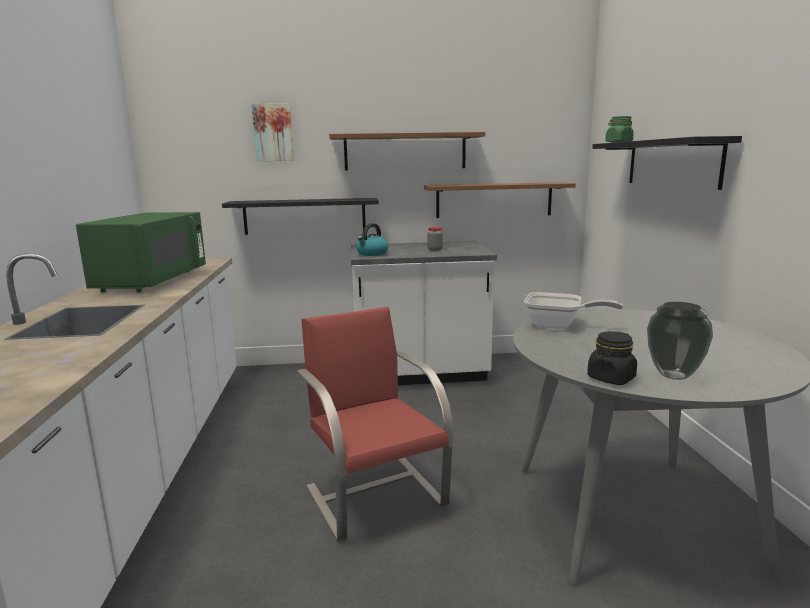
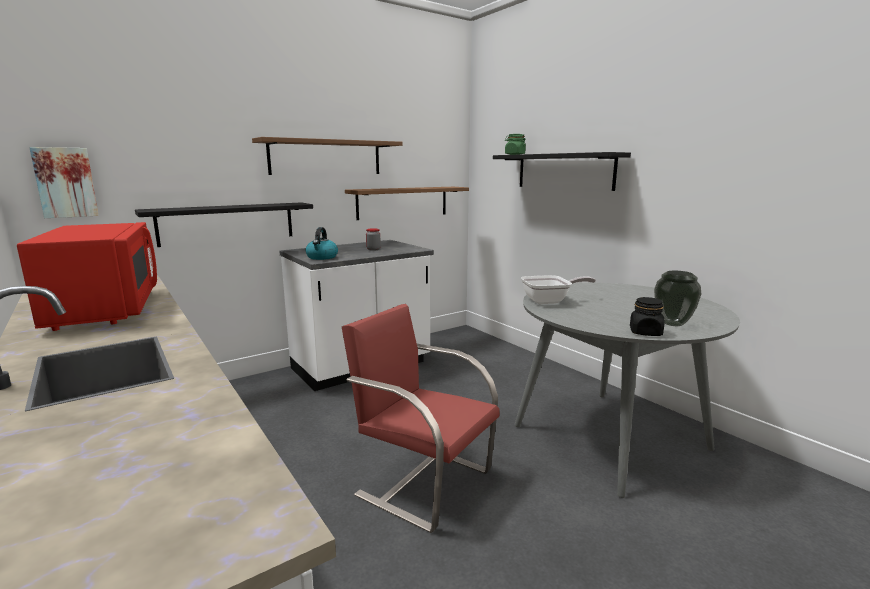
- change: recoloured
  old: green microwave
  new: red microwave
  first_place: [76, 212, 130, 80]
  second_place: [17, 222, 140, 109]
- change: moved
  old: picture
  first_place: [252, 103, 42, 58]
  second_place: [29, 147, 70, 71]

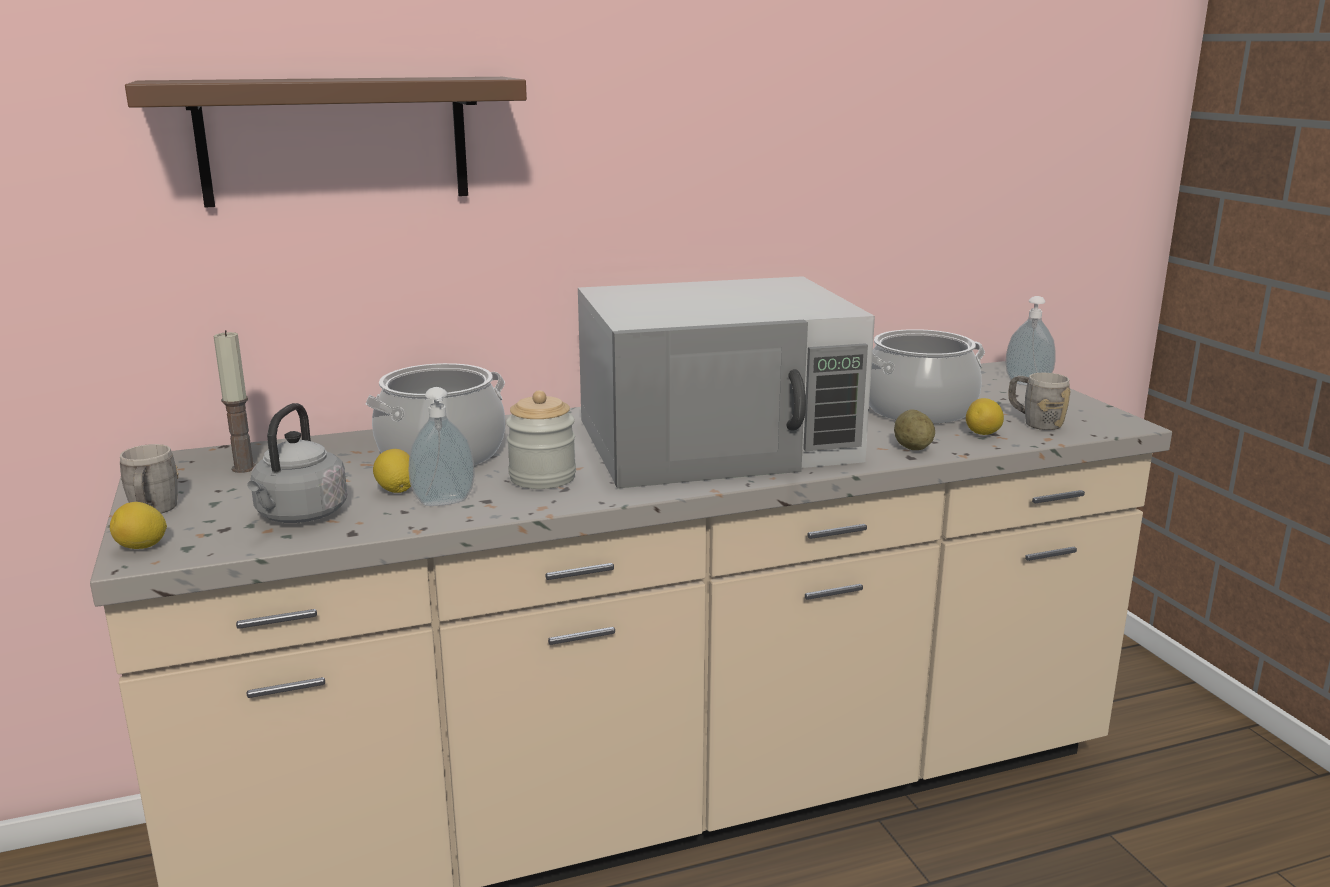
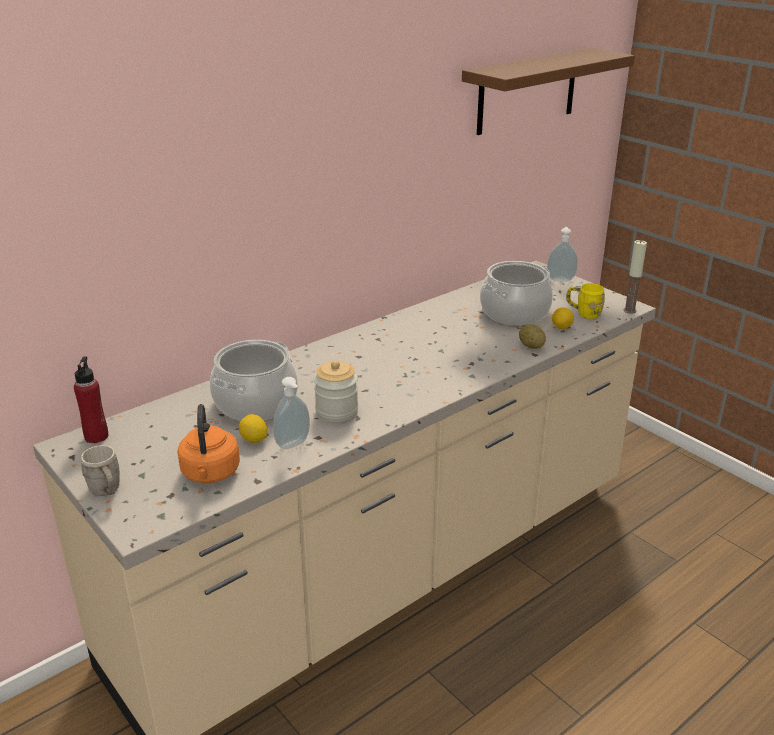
- change: added
  new: red bottle
  second_place: [74, 357, 34, 86]
- change: recoloured
  old: grey kettle
  new: orange kettle
  first_place: [247, 403, 100, 120]
  second_place: [177, 404, 63, 79]
- change: moved
  old: brown shelf
  first_place: [125, 77, 402, 131]
  second_place: [462, 48, 173, 87]
- change: recoloured
  old: grey mug
  new: yellow mug
  first_place: [1008, 373, 63, 57]
  second_place: [566, 283, 39, 36]
- change: moved
  old: candle
  first_place: [213, 330, 43, 143]
  second_place: [623, 240, 24, 74]
- change: removed
  old: lemon
  first_place: [110, 502, 57, 47]
- change: removed
  old: white microwave
  first_place: [578, 276, 297, 213]

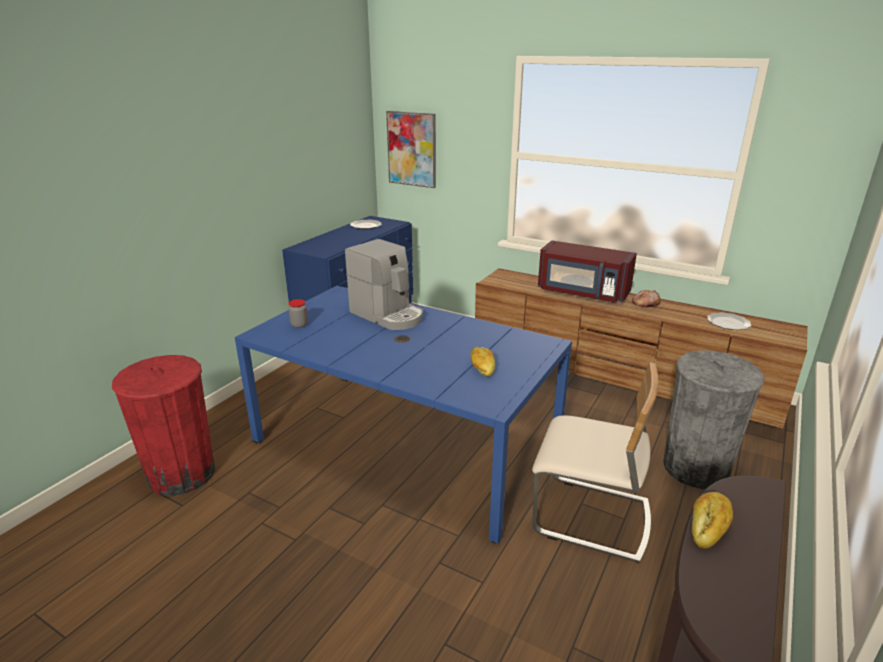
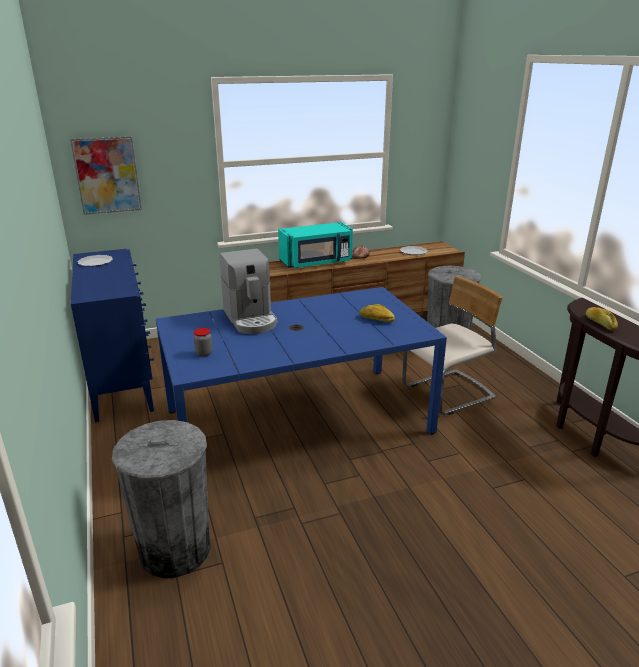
- change: recoloured
  old: red trash can
  new: grey trash can
  first_place: [112, 355, 103, 141]
  second_place: [112, 420, 99, 158]
- change: turned
  old: coffee machine
  first_place: [345, 239, 78, 91]
  second_place: [219, 249, 58, 85]
  degrees: 75
- change: recoloured
  old: red microwave
  new: turquoise microwave
  first_place: [538, 240, 99, 63]
  second_place: [278, 222, 75, 46]

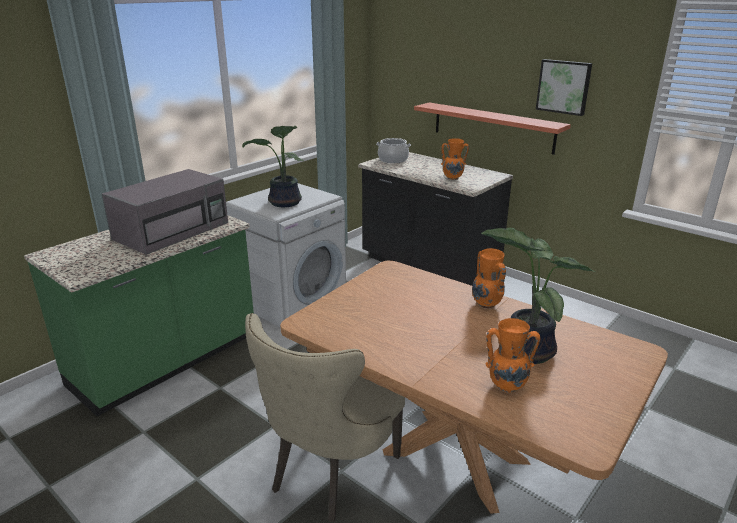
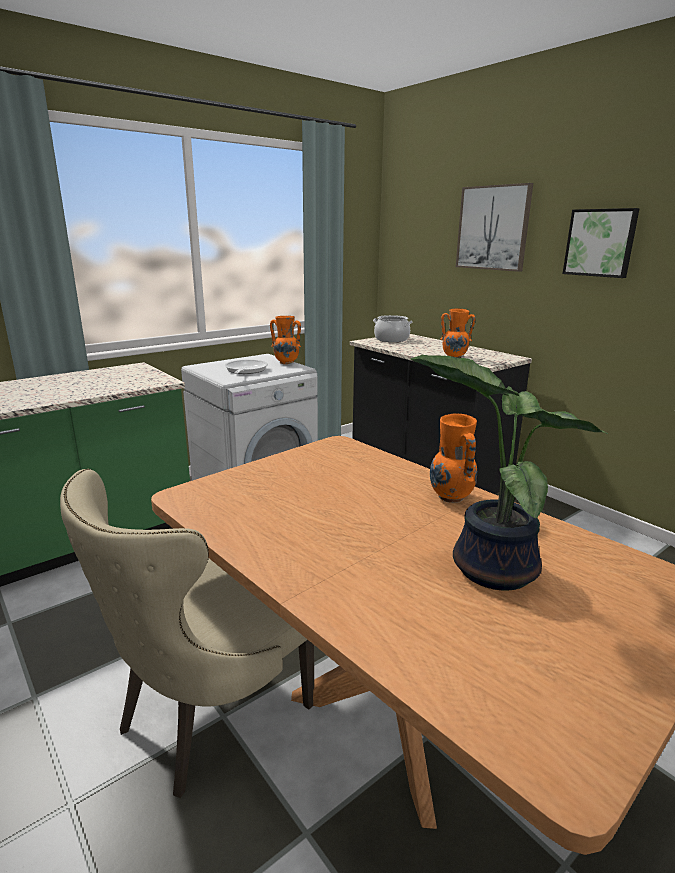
- change: replaced
  old: potted plant
  new: frying pan
  first_place: [242, 126, 63, 81]
  second_place: [225, 360, 43, 14]
- change: moved
  old: orange vase
  first_place: [486, 318, 54, 75]
  second_place: [270, 316, 31, 48]
- change: added
  new: picture
  second_place: [456, 183, 77, 89]
- change: removed
  old: grey microwave
  first_place: [102, 169, 126, 86]
- change: removed
  old: shelf
  first_place: [414, 103, 157, 52]

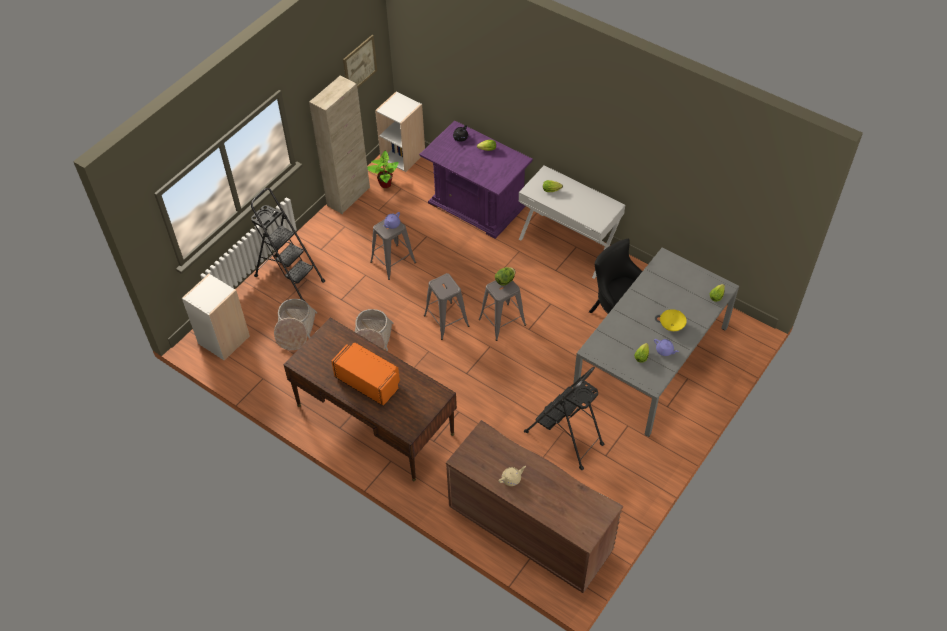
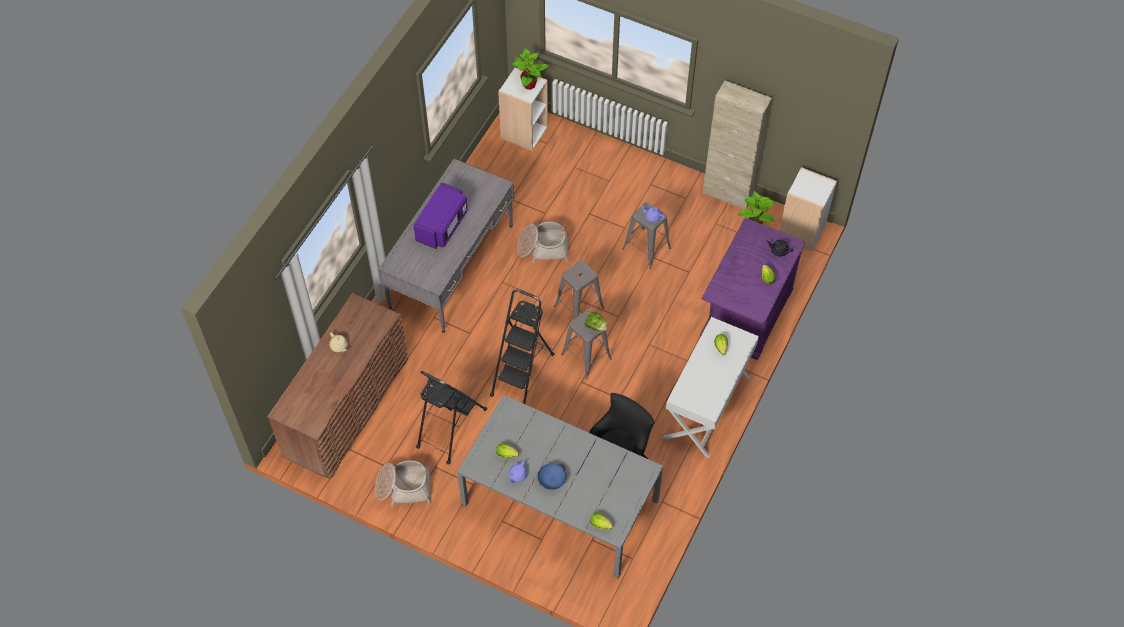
- change: moved
  old: basket
  first_place: [274, 299, 43, 51]
  second_place: [375, 460, 56, 46]
- change: recoloured
  old: brown desk
  new: grey desk
  first_place: [284, 317, 173, 164]
  second_place: [378, 159, 136, 174]
- change: recoloured
  old: orange microwave
  new: purple microwave
  first_place: [331, 343, 69, 63]
  second_place: [413, 182, 55, 67]
- change: moved
  old: step ladder
  first_place: [251, 188, 74, 113]
  second_place: [490, 290, 65, 114]
- change: added
  new: potted plant
  second_place: [512, 48, 38, 42]
- change: recoloured
  old: yellow bowl
  new: blue bowl
  first_place: [660, 309, 27, 22]
  second_place: [538, 463, 29, 27]
- change: removed
  old: picture
  first_place: [343, 35, 34, 53]

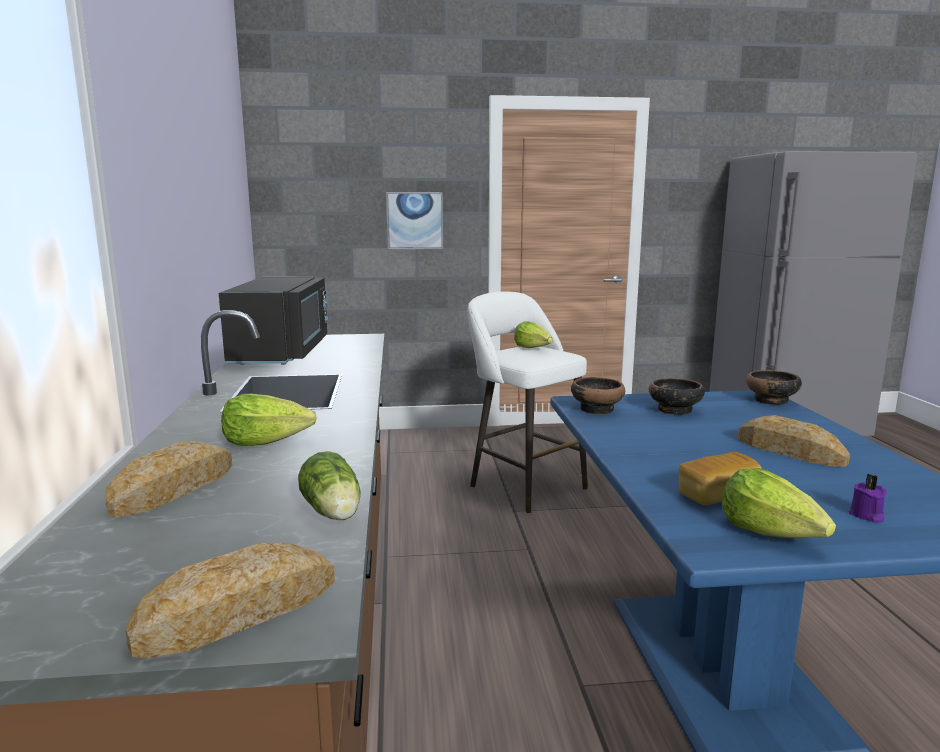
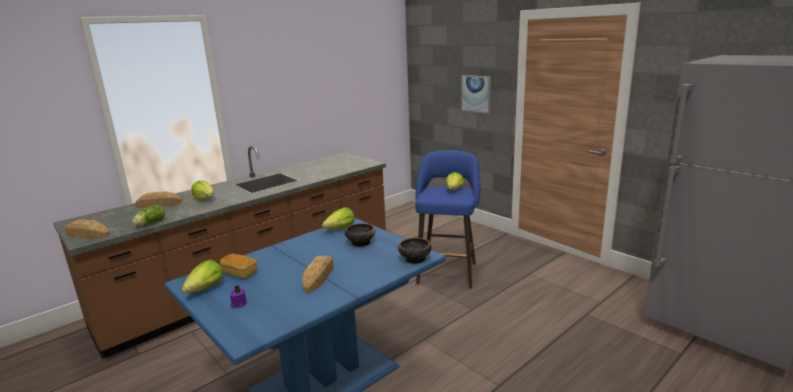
- change: replaced
  old: bowl
  new: lettuce
  first_place: [571, 377, 54, 38]
  second_place: [322, 207, 33, 22]
- change: recoloured
  old: white stool
  new: blue stool
  first_place: [468, 291, 120, 222]
  second_place: [415, 150, 65, 138]
- change: removed
  old: black microwave
  first_place: [219, 276, 109, 89]

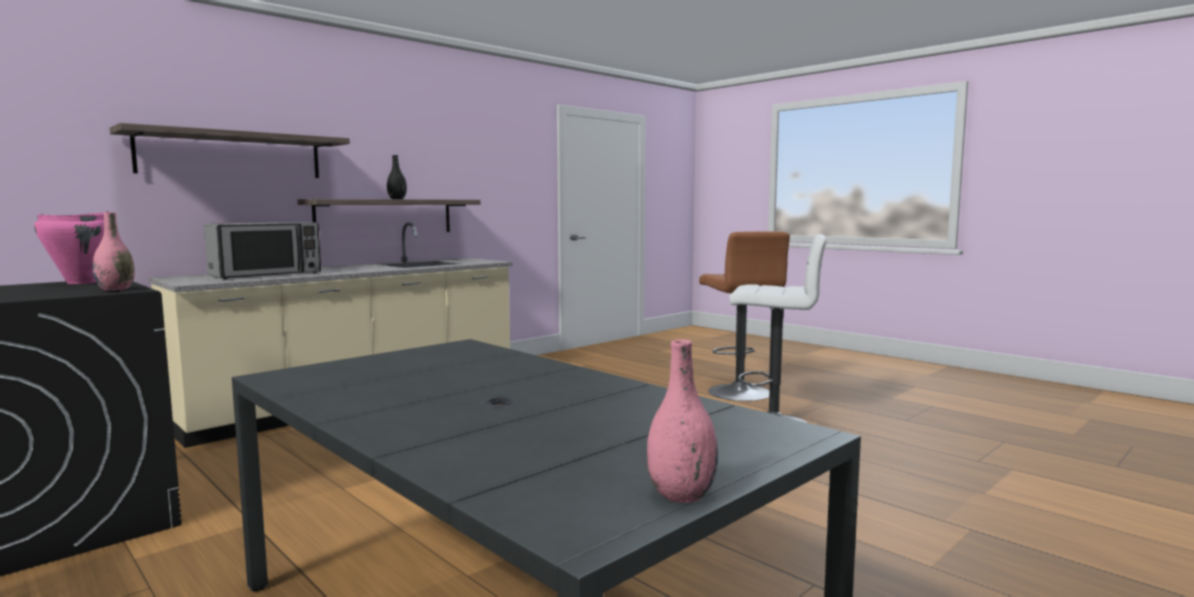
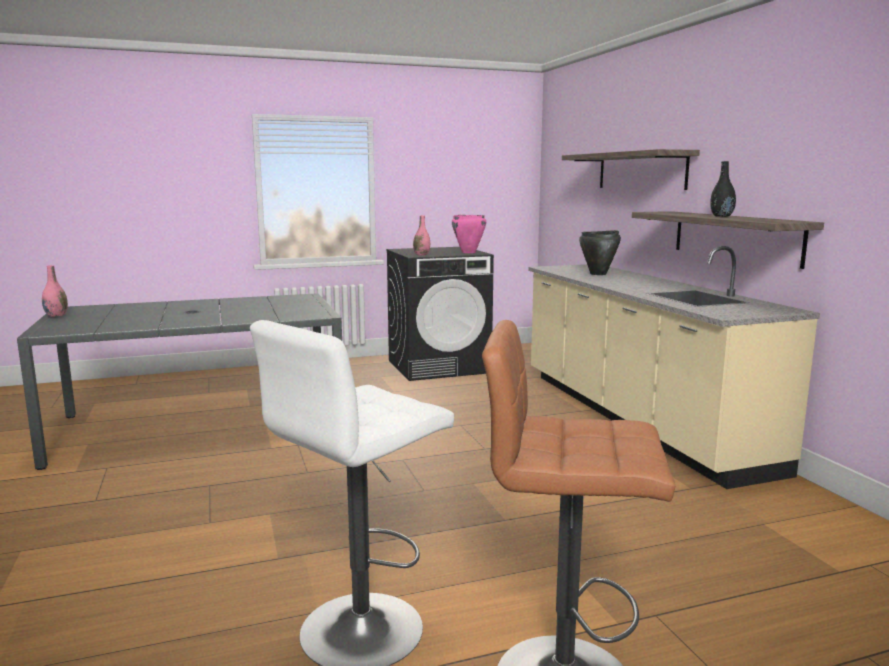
- change: replaced
  old: microwave
  new: black cooking pot
  first_place: [204, 222, 117, 57]
  second_place: [579, 230, 42, 45]

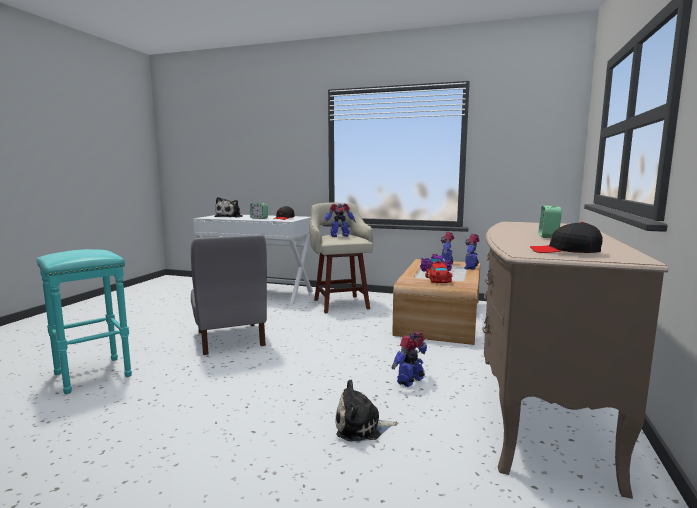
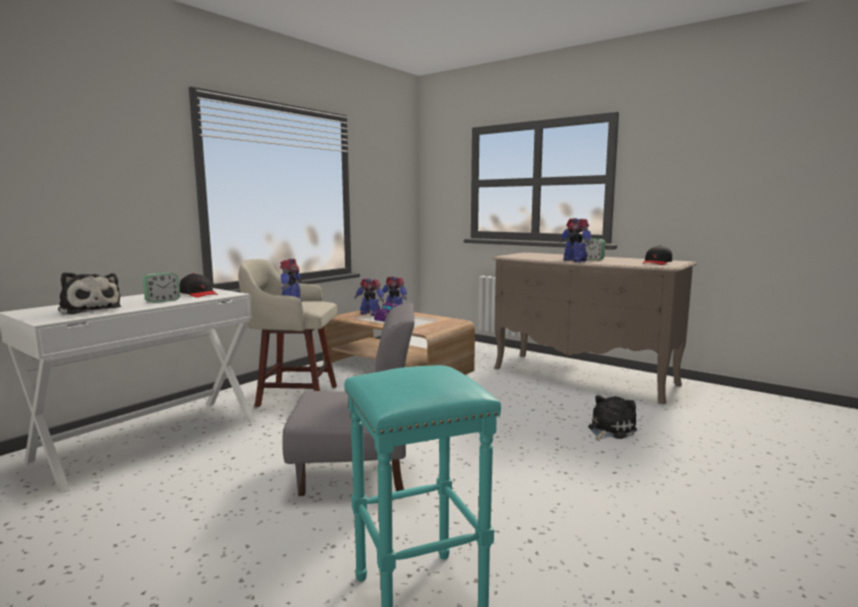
- change: moved
  old: toy robot
  first_place: [392, 331, 35, 56]
  second_place: [559, 218, 32, 44]
- change: turned
  old: plush toy
  first_place: [336, 380, 62, 61]
  second_place: [588, 395, 49, 46]
  degrees: -150
- change: removed
  old: red toy car
  first_place: [425, 261, 28, 22]

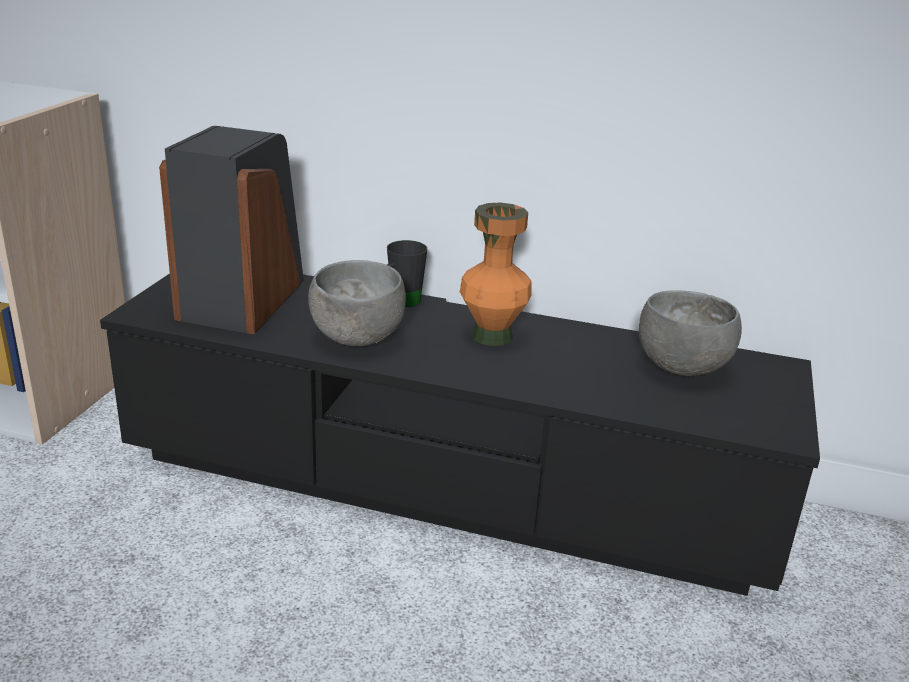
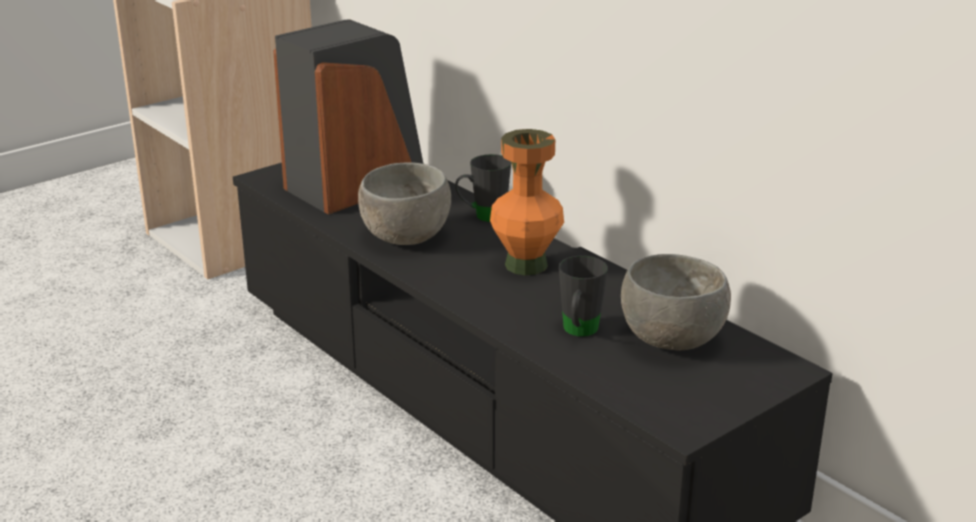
- change: added
  new: black mug
  second_place: [559, 256, 49, 81]

